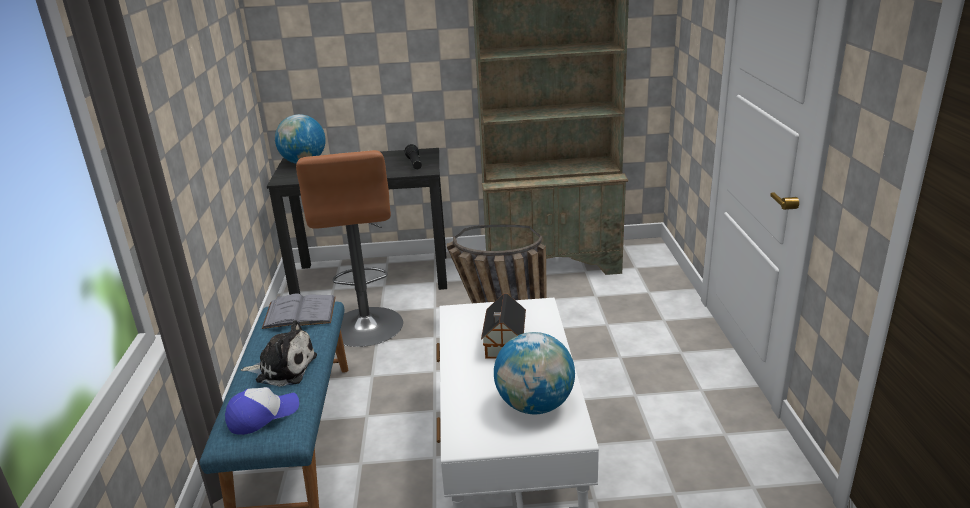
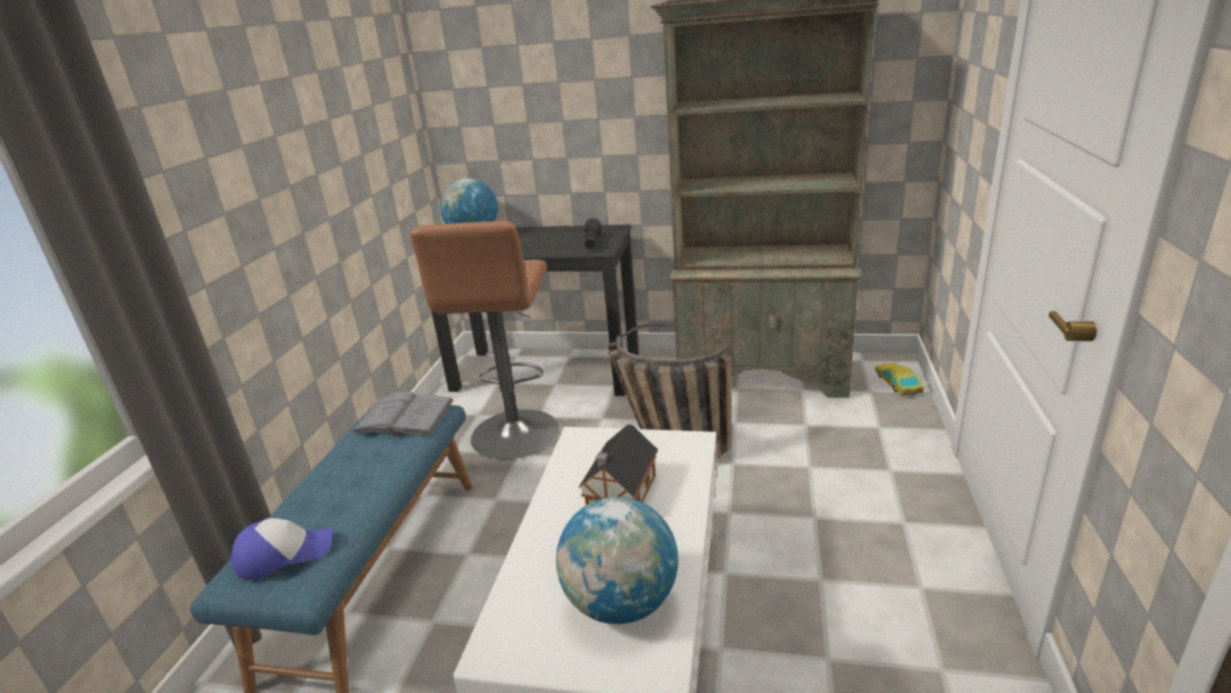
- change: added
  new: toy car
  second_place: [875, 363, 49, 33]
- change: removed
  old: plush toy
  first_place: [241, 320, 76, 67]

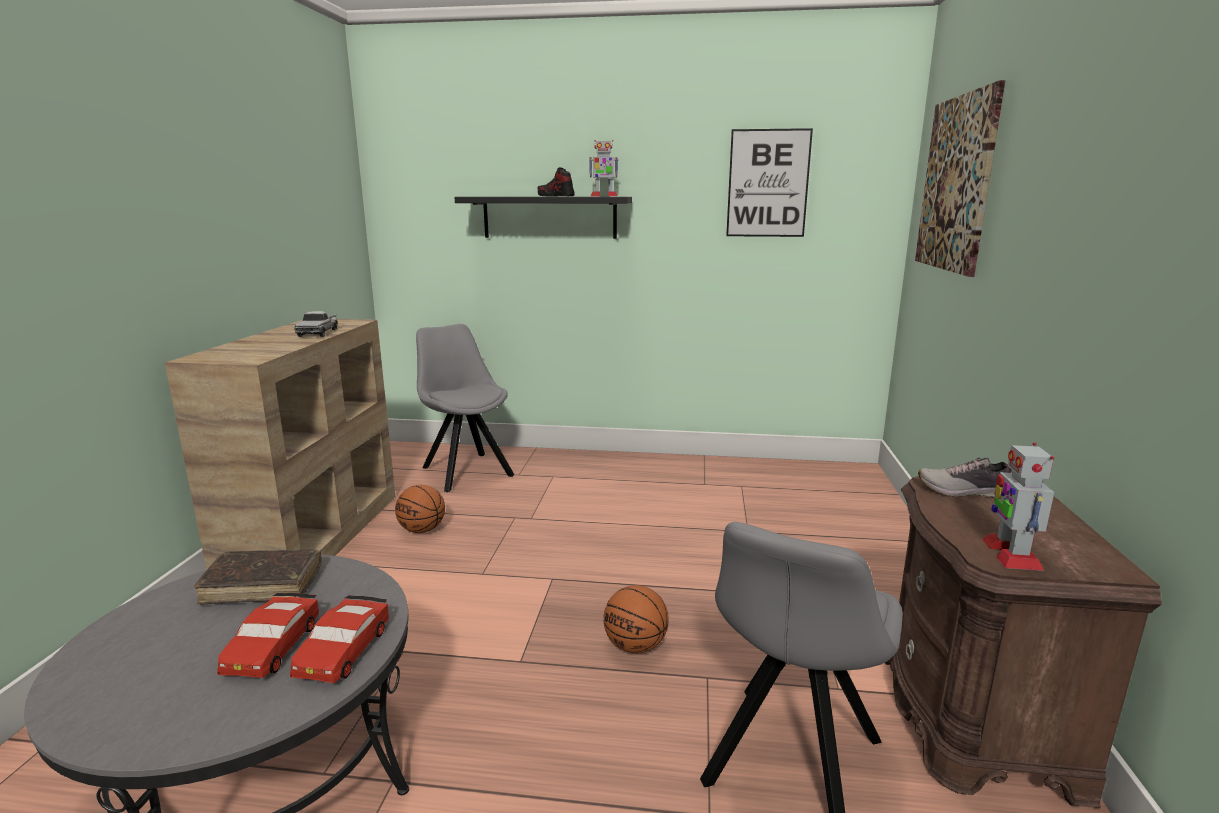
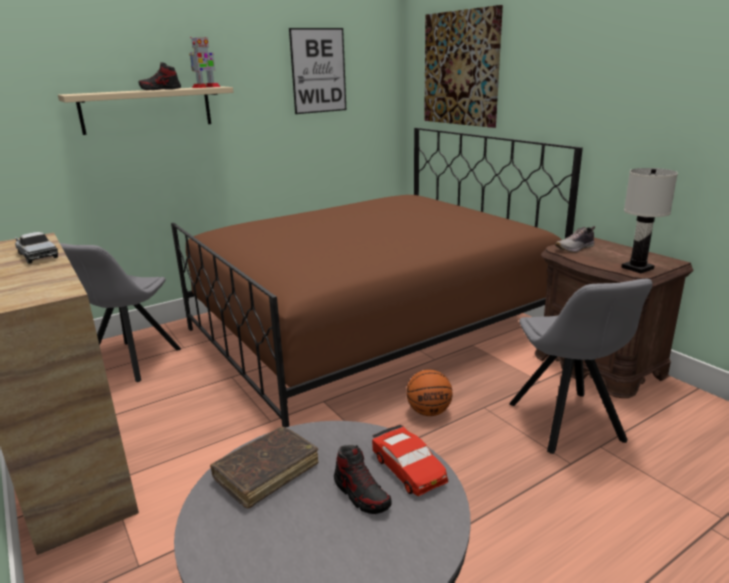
- change: recoloured
  old: black shelf
  new: beige shelf
  first_place: [454, 197, 178, 42]
  second_place: [58, 86, 176, 49]
- change: turned
  old: grey chair
  first_place: [416, 324, 98, 168]
  second_place: [60, 243, 121, 139]
  degrees: -90
- change: added
  new: brown bed
  second_place: [171, 128, 412, 299]
- change: replaced
  old: red toy car
  new: shoe
  first_place: [217, 593, 102, 85]
  second_place: [334, 445, 58, 69]
- change: replaced
  old: toy robot
  new: white table lamp
  first_place: [983, 442, 71, 129]
  second_place: [621, 168, 57, 105]
- change: removed
  old: basketball
  first_place: [395, 485, 50, 48]

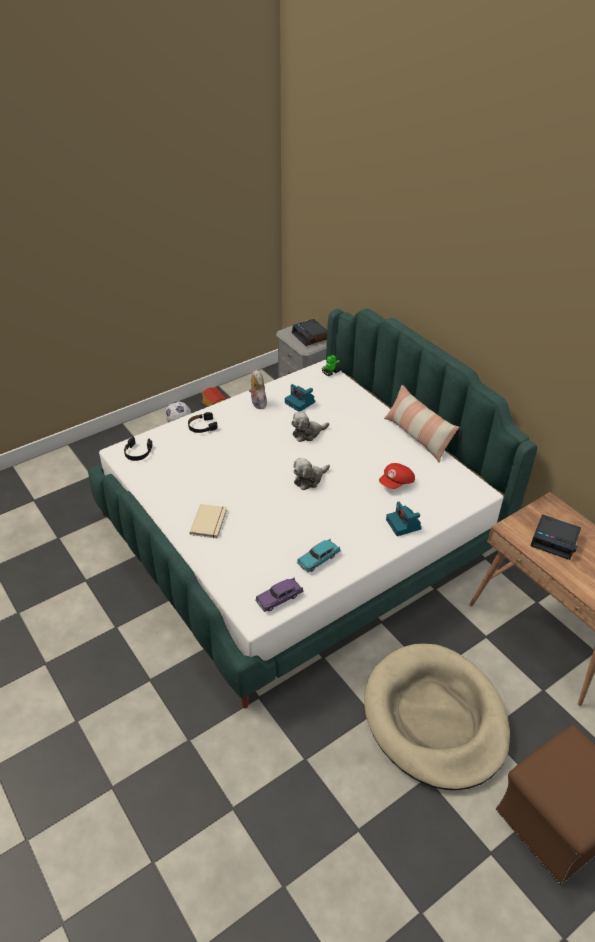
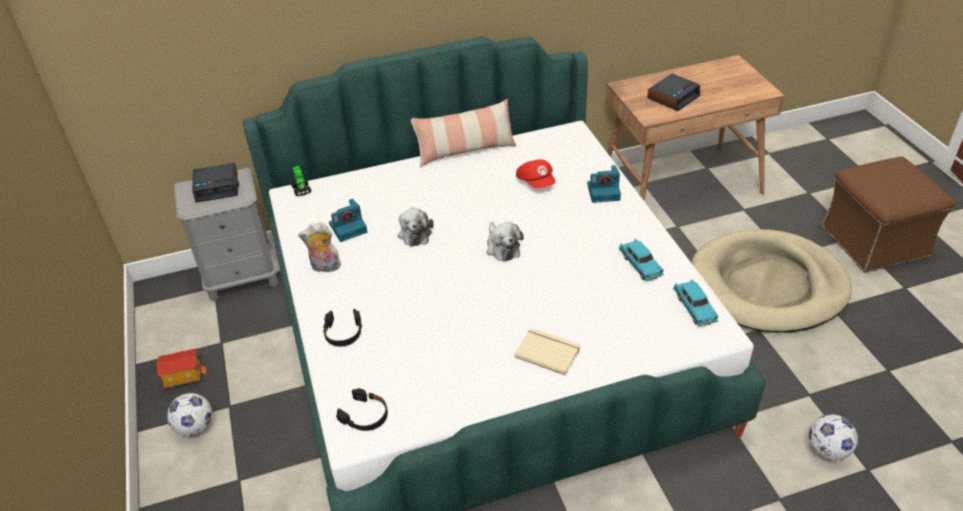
- change: recoloured
  old: purple toy car
  new: turquoise toy car
  first_place: [255, 578, 49, 34]
  second_place: [673, 279, 45, 47]
- change: added
  new: football
  second_place: [809, 414, 49, 46]

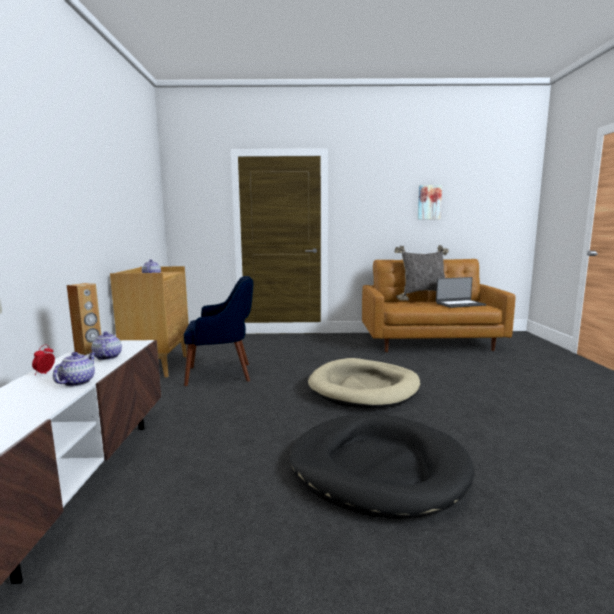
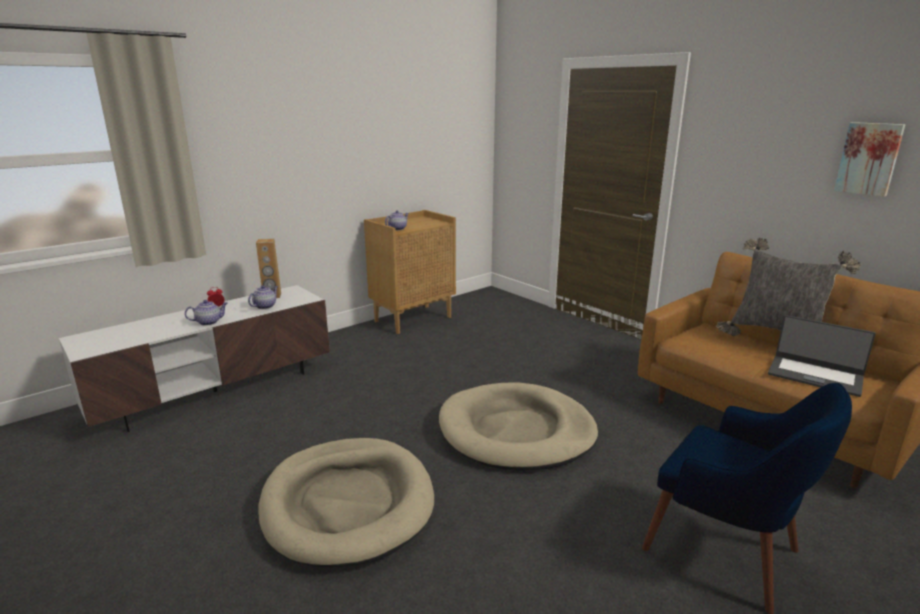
- change: recoloured
  old: black dog bed
  new: beige dog bed
  first_place: [289, 413, 186, 106]
  second_place: [258, 438, 176, 129]
- change: moved
  old: blue armchair
  first_place: [184, 276, 69, 110]
  second_place: [642, 383, 210, 231]

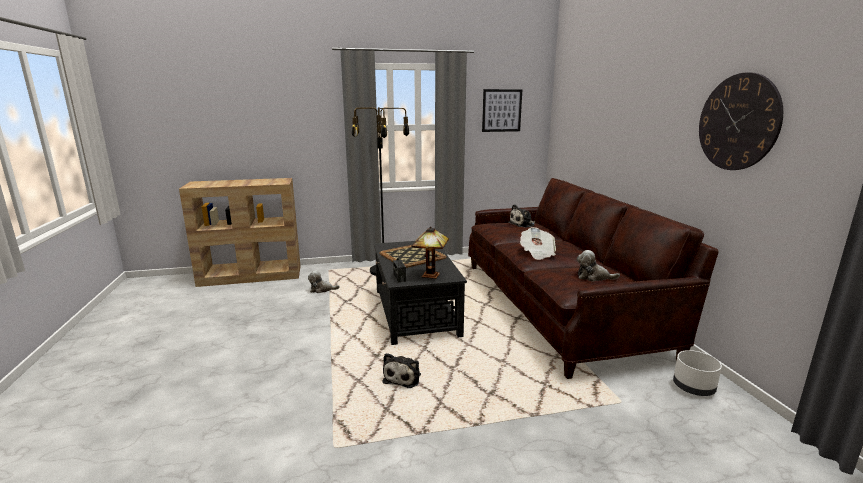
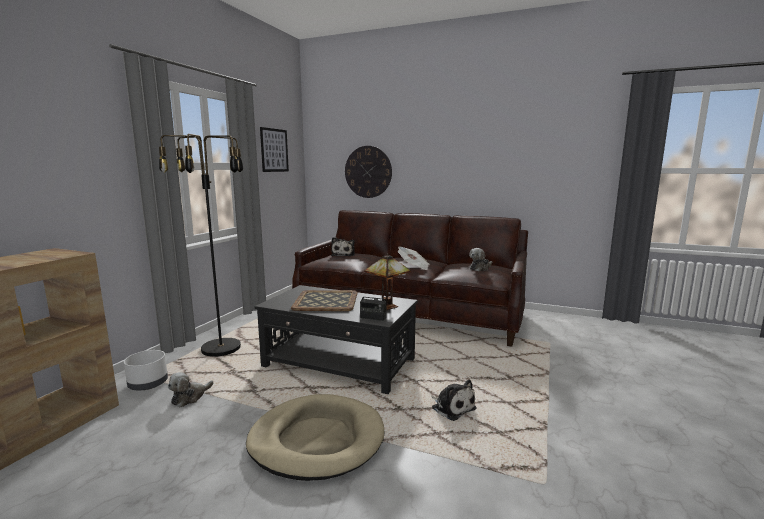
- change: moved
  old: white planter
  first_place: [673, 350, 49, 46]
  second_place: [124, 350, 44, 40]
- change: added
  new: beige dog bed
  second_place: [246, 394, 138, 87]
- change: moved
  old: wall clock
  first_place: [699, 72, 84, 98]
  second_place: [345, 146, 47, 52]

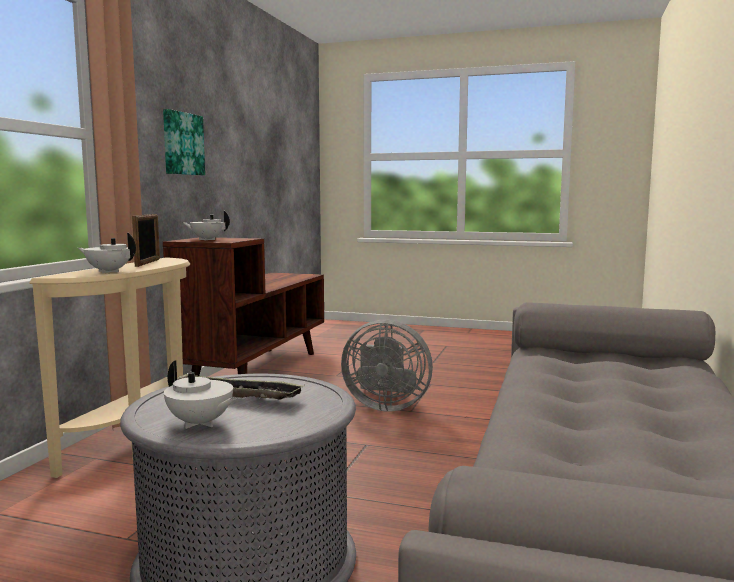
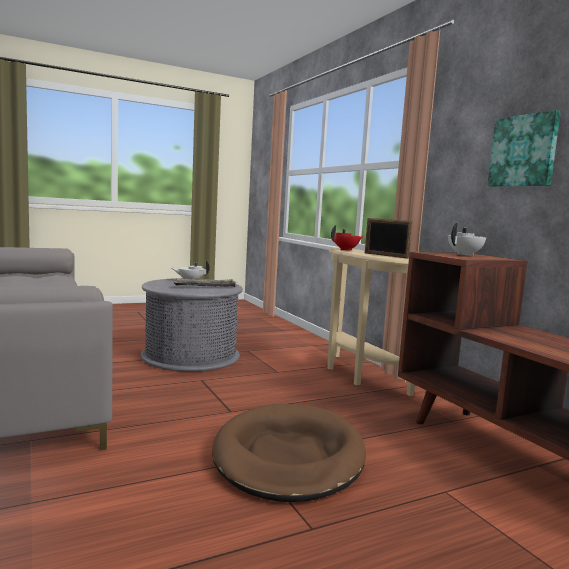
- change: replaced
  old: grey fan
  new: brown dog bed
  first_place: [341, 320, 92, 91]
  second_place: [212, 404, 154, 98]
- change: recoloured
  old: white teapot
  new: red teapot
  first_place: [78, 233, 58, 40]
  second_place: [331, 225, 33, 26]

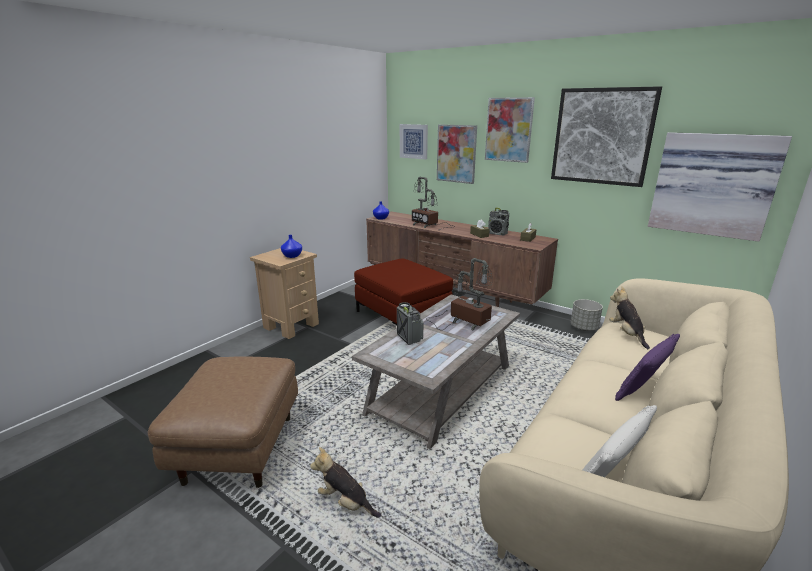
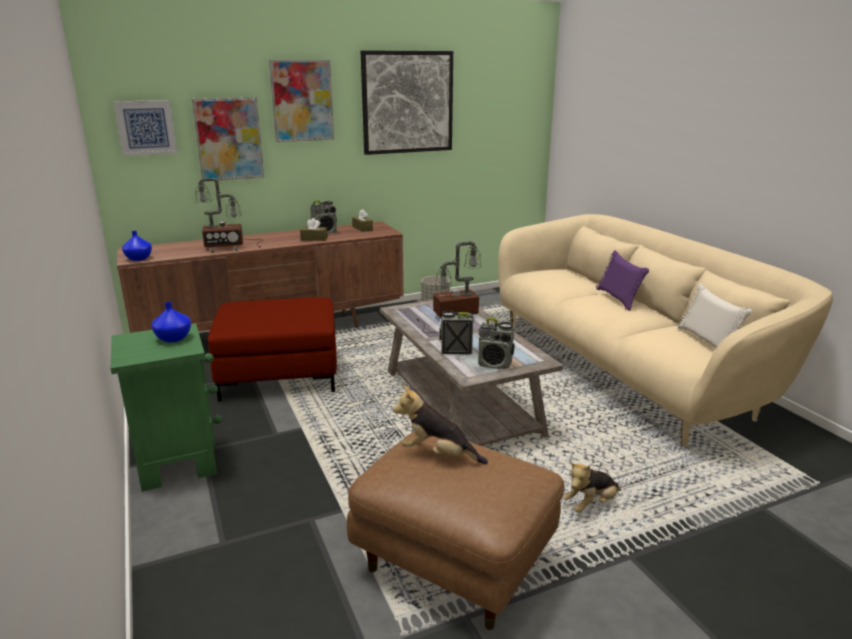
- change: recoloured
  old: beige nightstand
  new: green nightstand
  first_place: [250, 248, 69, 91]
  second_place: [110, 323, 112, 168]
- change: moved
  old: plush toy
  first_place: [609, 286, 41, 64]
  second_place: [393, 385, 95, 79]
- change: added
  new: radio
  second_place: [478, 318, 36, 51]
- change: removed
  old: picture
  first_place: [648, 132, 144, 110]

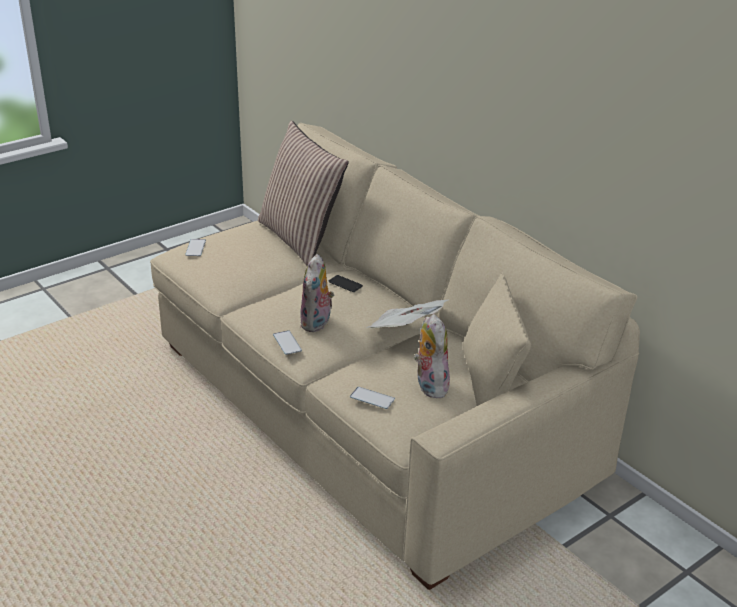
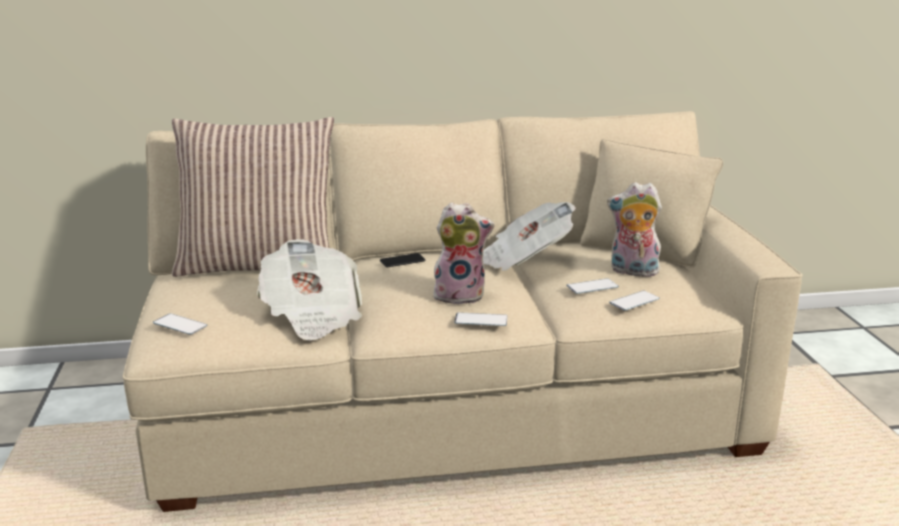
- change: added
  new: newspaper
  second_place: [257, 239, 105, 102]
- change: turned
  old: plush toy
  first_place: [300, 254, 34, 78]
  second_place: [433, 202, 61, 102]
  degrees: -45
- change: added
  new: phone
  second_place: [567, 278, 52, 16]

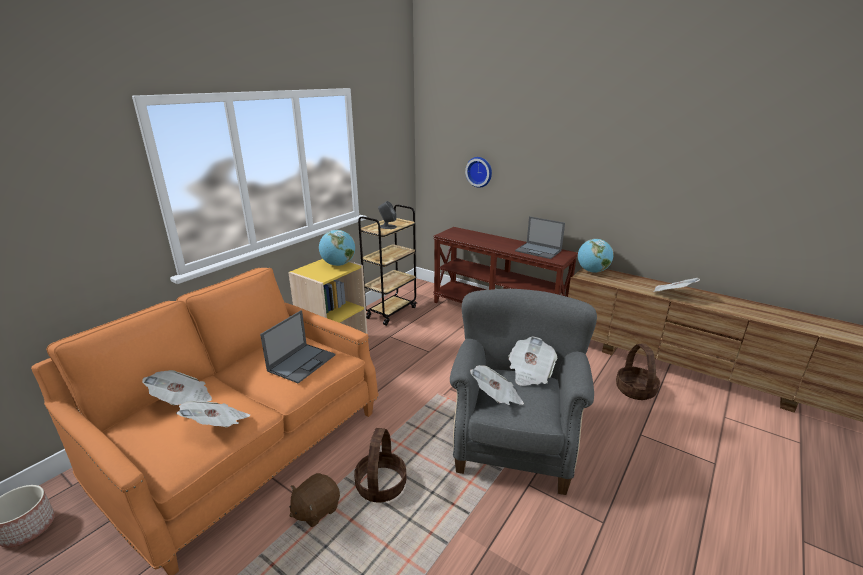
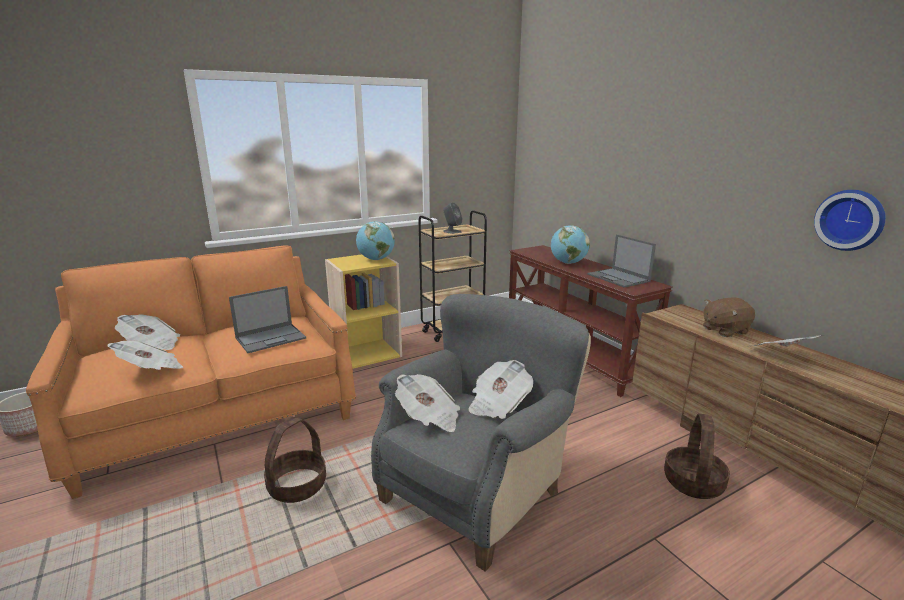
- change: moved
  old: globe
  first_place: [578, 239, 36, 34]
  second_place: [551, 225, 39, 39]
- change: moved
  old: brown plush toy
  first_place: [290, 473, 50, 54]
  second_place: [703, 297, 52, 40]
- change: moved
  old: wall clock
  first_place: [465, 157, 27, 31]
  second_place: [814, 190, 72, 61]

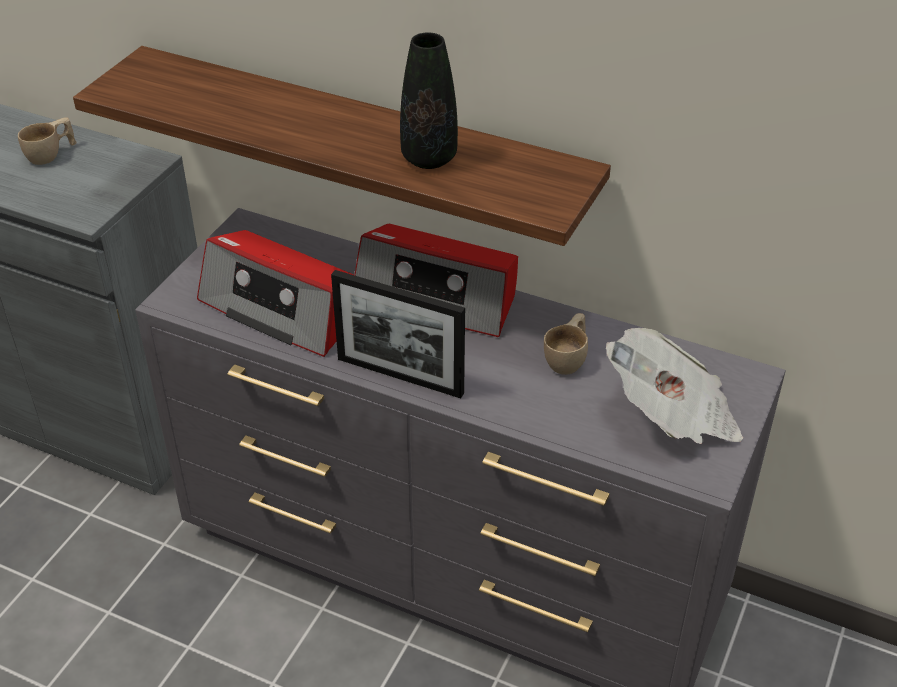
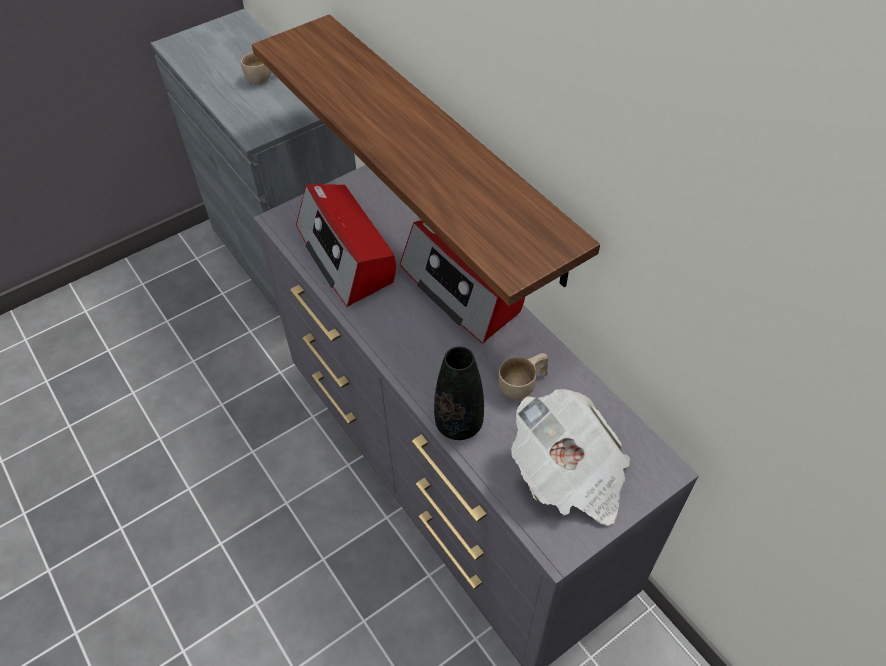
- change: moved
  old: black vase
  first_place: [400, 32, 58, 137]
  second_place: [434, 346, 50, 94]
- change: removed
  old: picture frame
  first_place: [331, 270, 134, 128]

